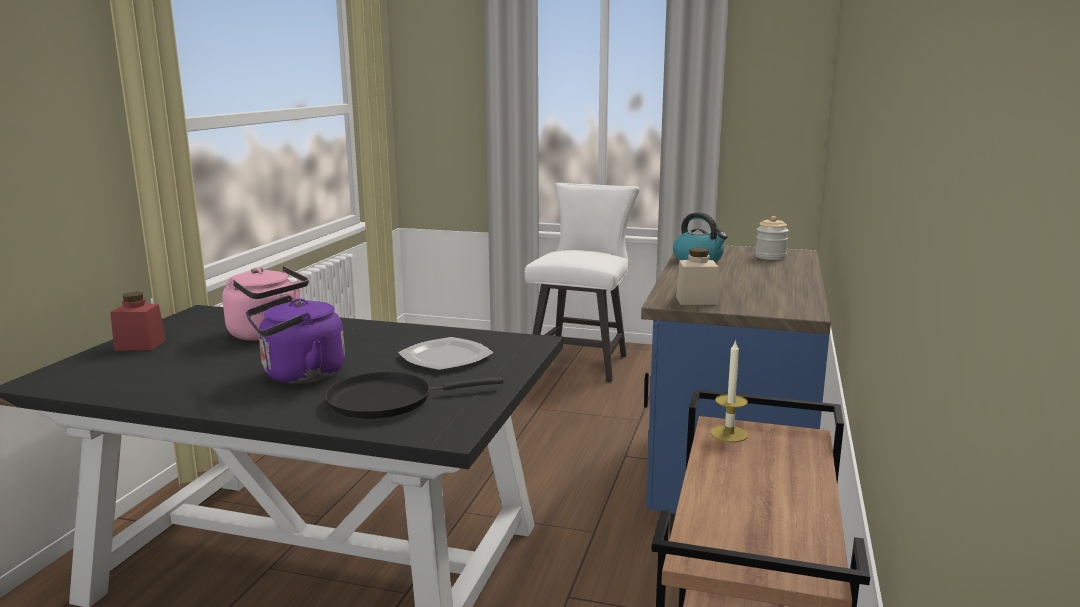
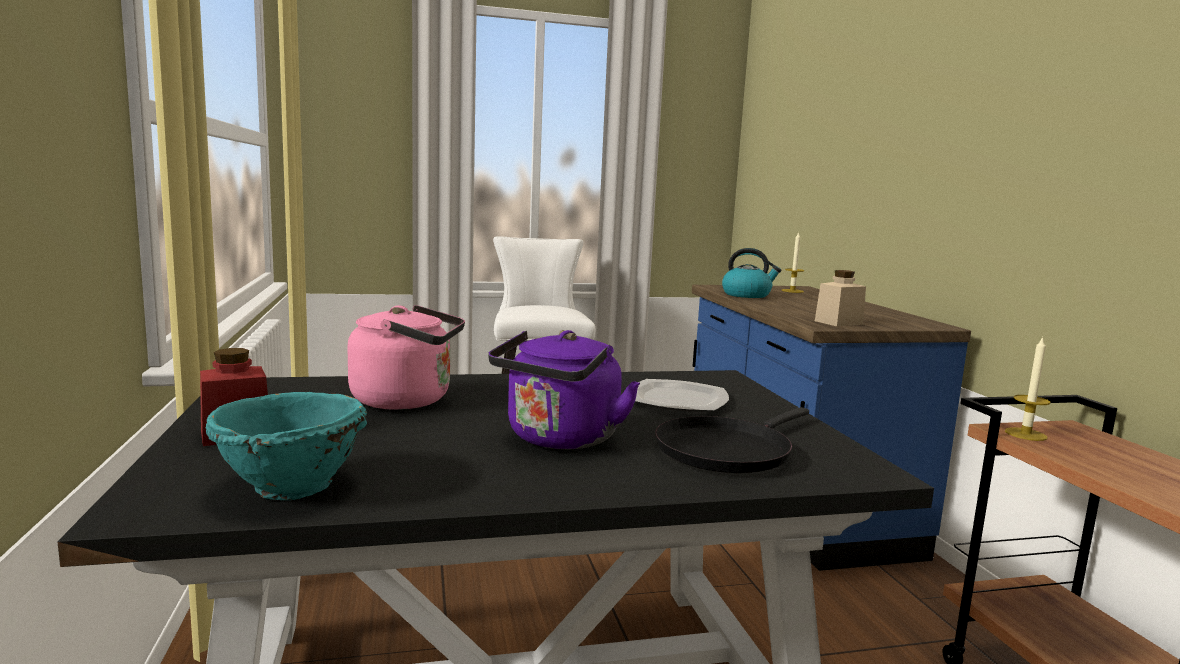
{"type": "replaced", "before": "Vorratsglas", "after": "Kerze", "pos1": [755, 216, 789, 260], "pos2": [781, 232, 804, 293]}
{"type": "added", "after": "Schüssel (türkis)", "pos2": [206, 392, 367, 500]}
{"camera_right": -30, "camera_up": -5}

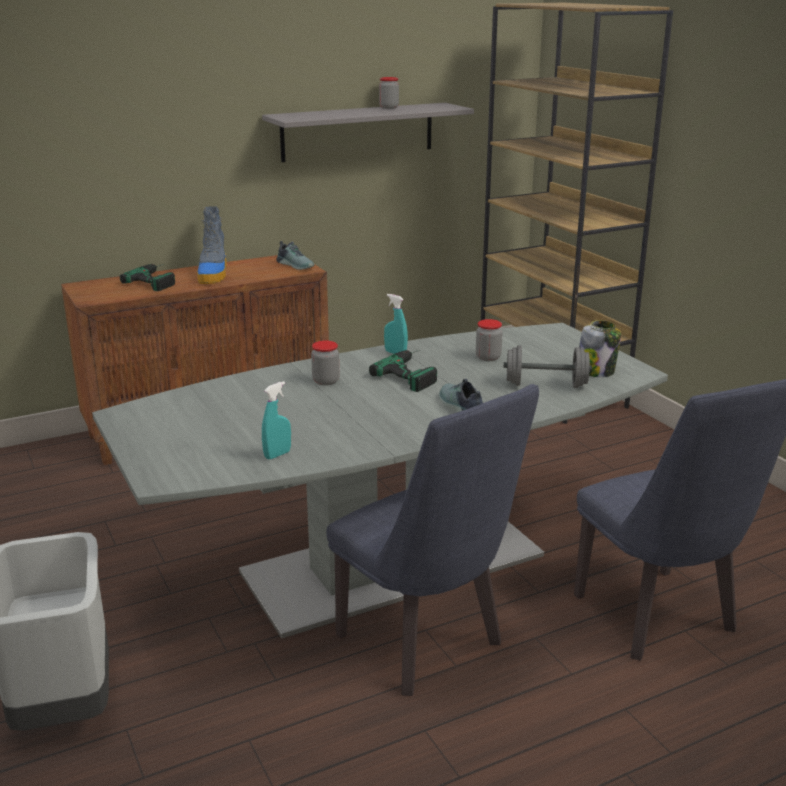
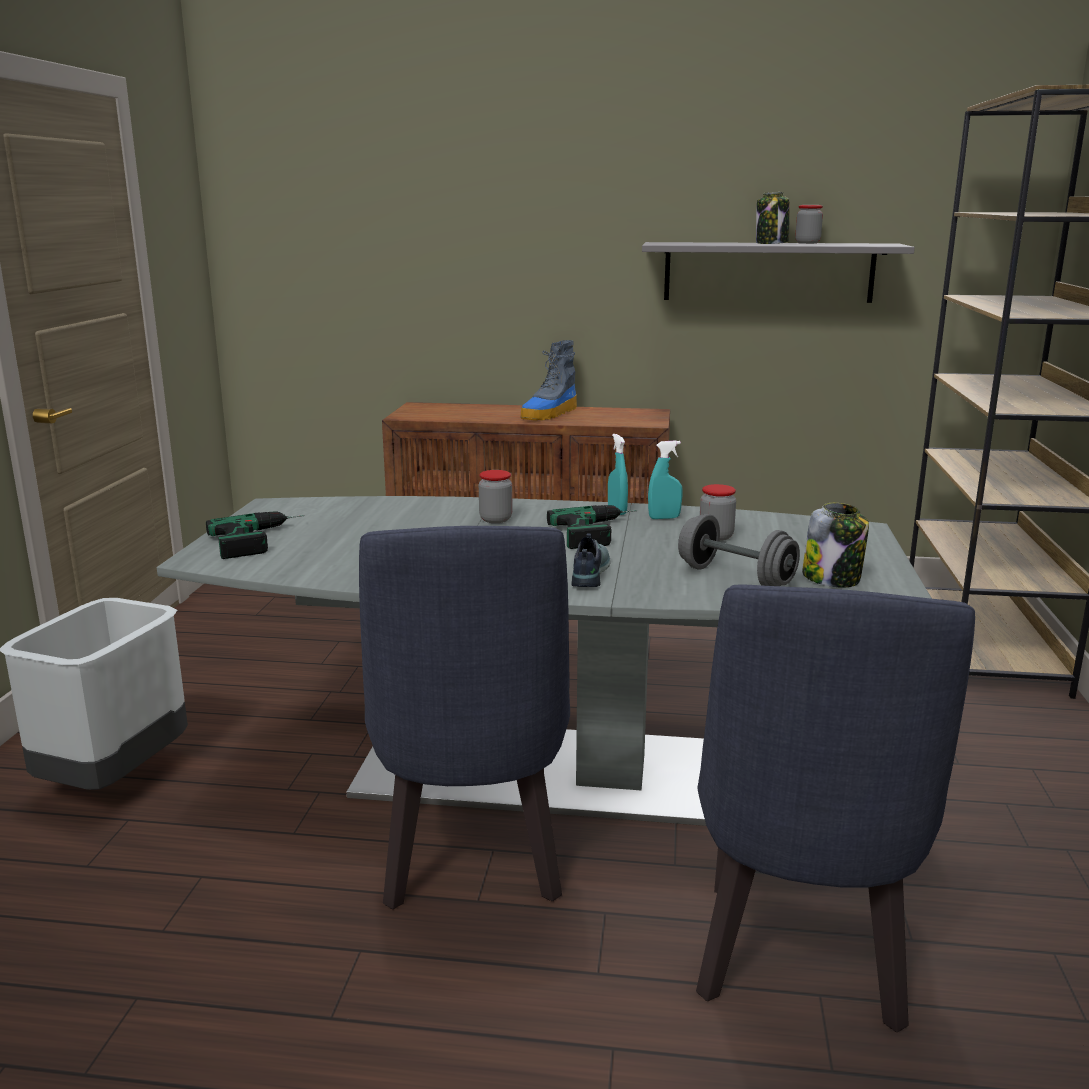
{"type": "moved", "before": "Bohrmaschine", "pos1": [120, 264, 175, 291], "pos2": [206, 512, 305, 559]}
{"type": "moved", "before": "Sprühflasche (türkis)", "pos1": [262, 381, 291, 460], "pos2": [648, 440, 683, 519]}
{"type": "removed", "before": "Schuh", "pos1": [276, 241, 315, 270]}
{"type": "added", "after": "Vorratsglas", "pos2": [756, 192, 790, 244]}
{"camera_right": 35, "camera_up": -5}

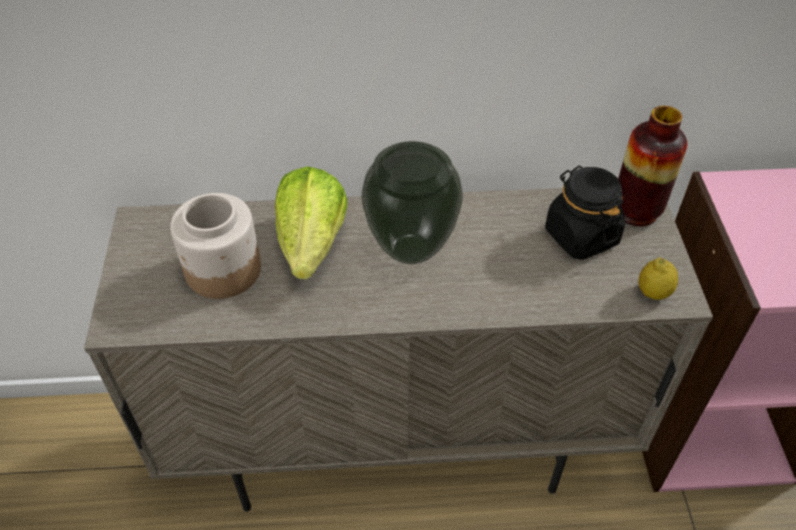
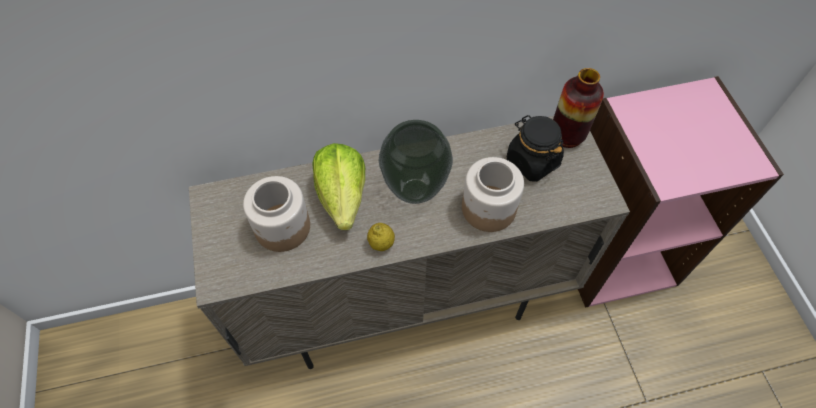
{"type": "moved", "before": "Zitrone", "pos1": [639, 257, 678, 300], "pos2": [367, 223, 395, 251]}
{"type": "added", "after": "Vorratsglas", "pos2": [462, 157, 524, 232]}
{"camera_right": -10, "camera_up": 10}

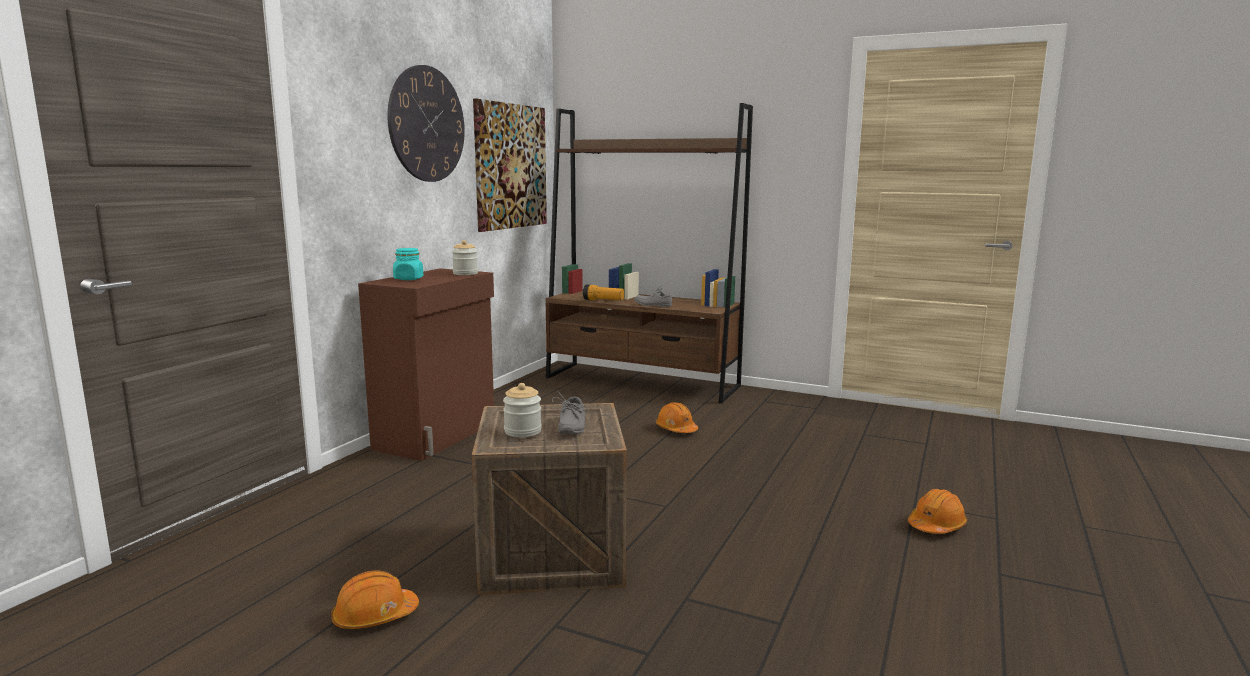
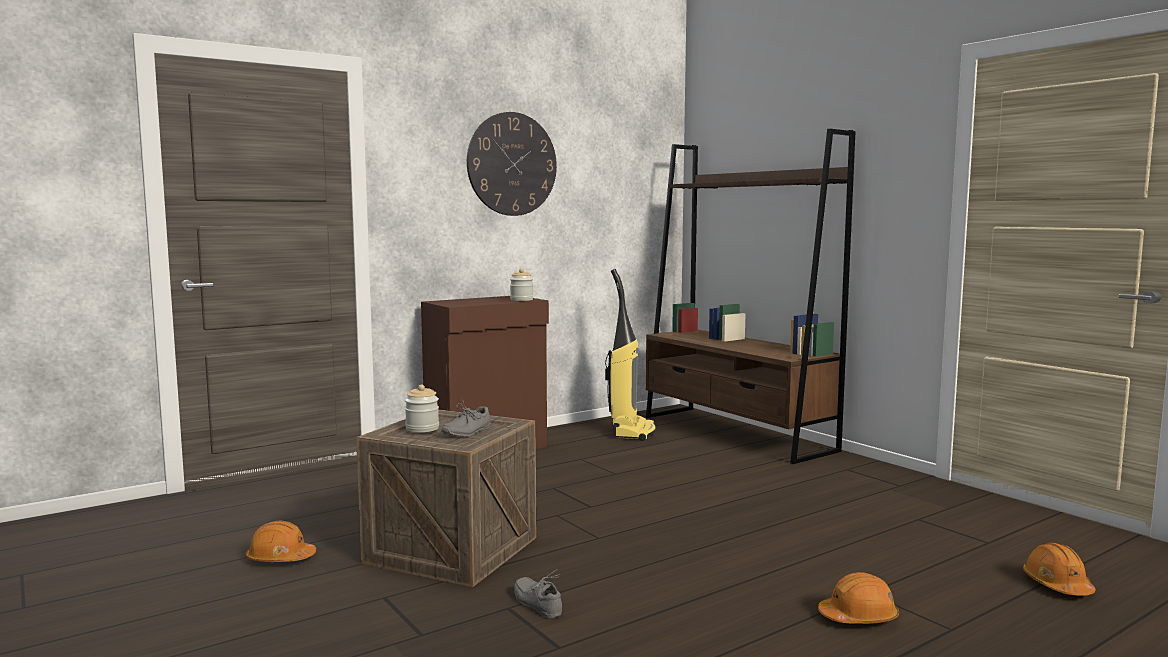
{"type": "removed", "before": "Vorratsglas (türkis)", "pos1": [393, 248, 423, 280]}
{"type": "removed", "before": "Bild", "pos1": [473, 99, 547, 232]}
{"type": "removed", "before": "Taschenlampe", "pos1": [583, 284, 624, 300]}
{"type": "moved", "before": "Schuh (grau)", "pos1": [634, 285, 672, 307], "pos2": [514, 569, 562, 618]}
{"type": "moved", "before": "Schutzhelm (orange)", "pos1": [656, 402, 698, 433], "pos2": [1023, 543, 1095, 596]}
{"type": "added", "after": "Staubsauger", "pos2": [605, 269, 656, 441]}
{"camera_right": 30, "camera_up": -5}

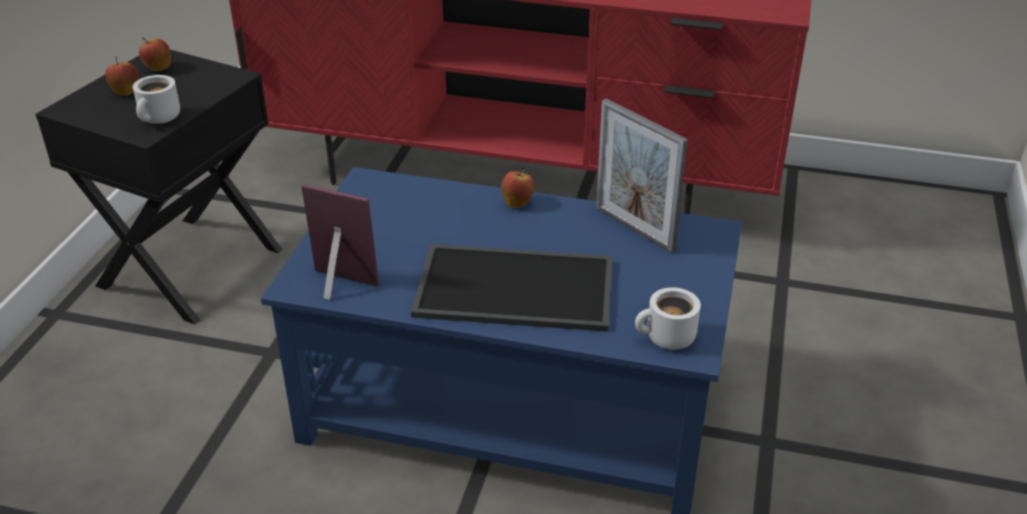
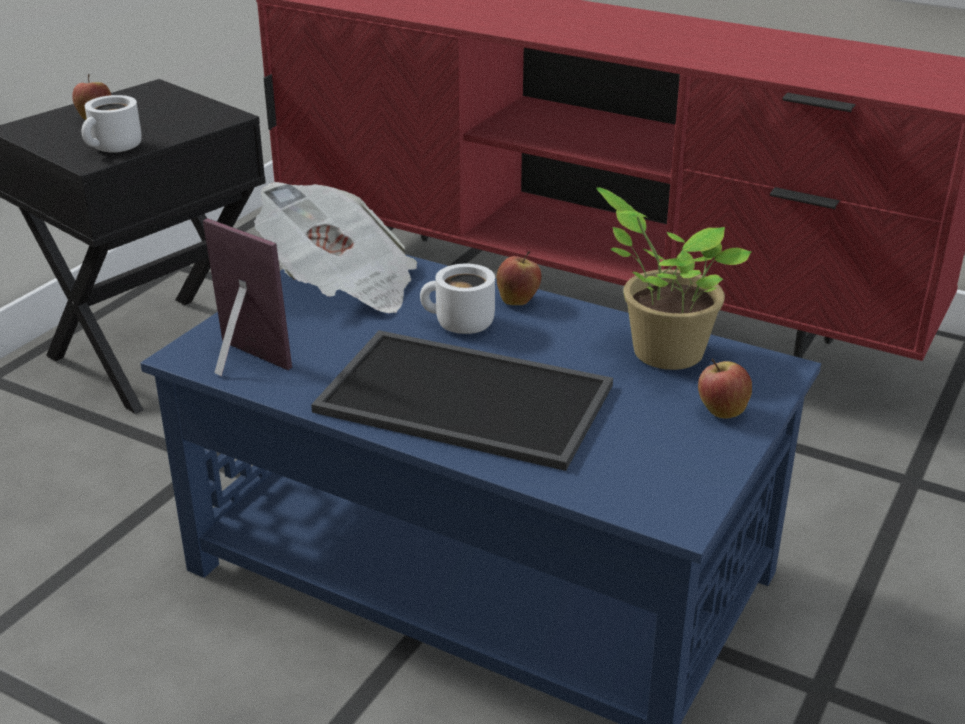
{"type": "moved", "before": "Apfel", "pos1": [139, 37, 171, 71], "pos2": [698, 358, 752, 419]}
{"type": "replaced", "before": "Bilderrahmen", "after": "Topfpflanze", "pos1": [596, 99, 688, 253], "pos2": [596, 187, 751, 370]}
{"type": "moved", "before": "Henkelbecher (weiß)", "pos1": [635, 287, 701, 350], "pos2": [420, 264, 495, 334]}
{"type": "added", "after": "Zeitung", "pos2": [254, 182, 417, 313]}
{"camera_right": 15, "camera_up": -5}

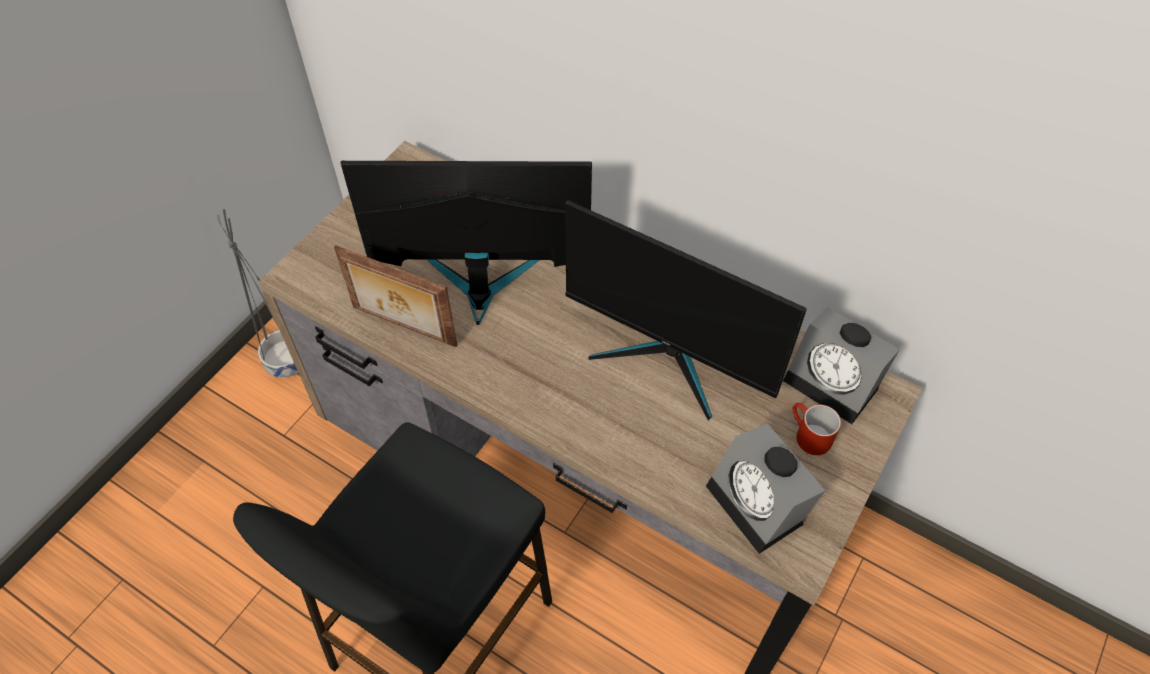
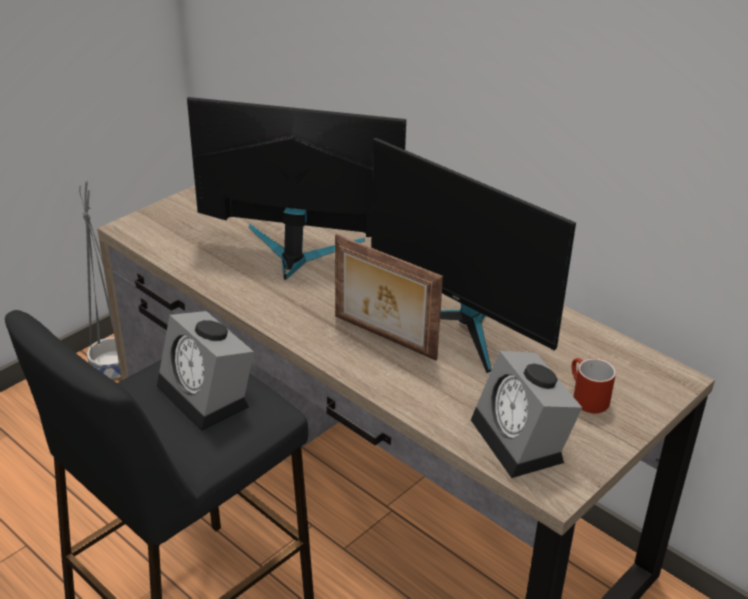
{"type": "moved", "before": "Bilderrahmen", "pos1": [334, 245, 457, 347], "pos2": [335, 234, 443, 360]}
{"type": "moved", "before": "Wecker", "pos1": [783, 307, 900, 424], "pos2": [157, 311, 254, 431]}
{"camera_right": 10, "camera_up": -20}

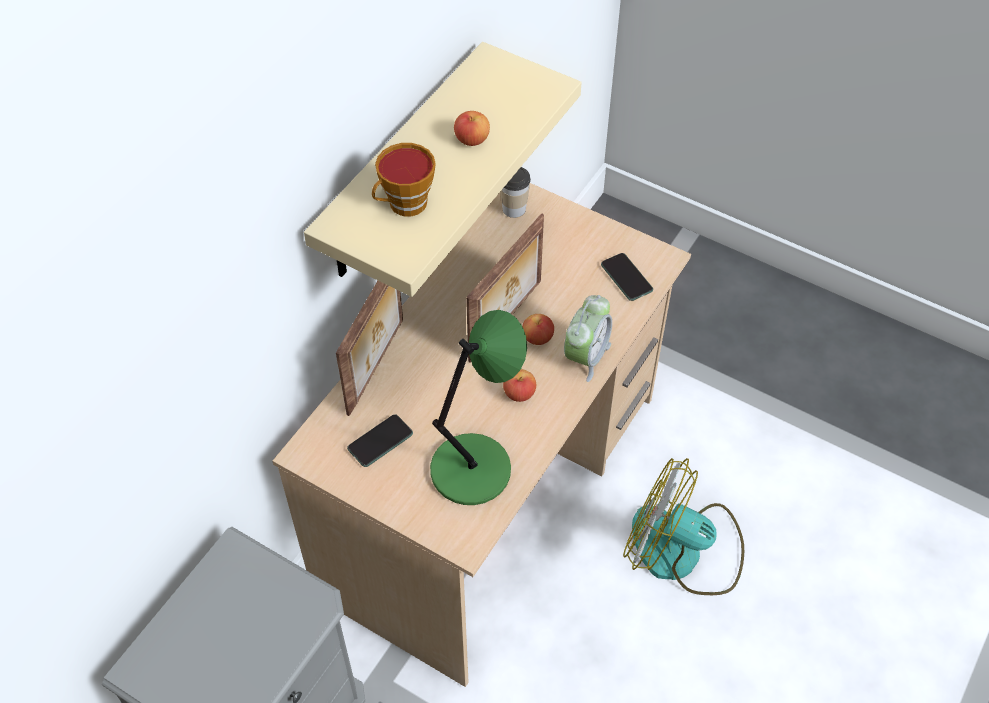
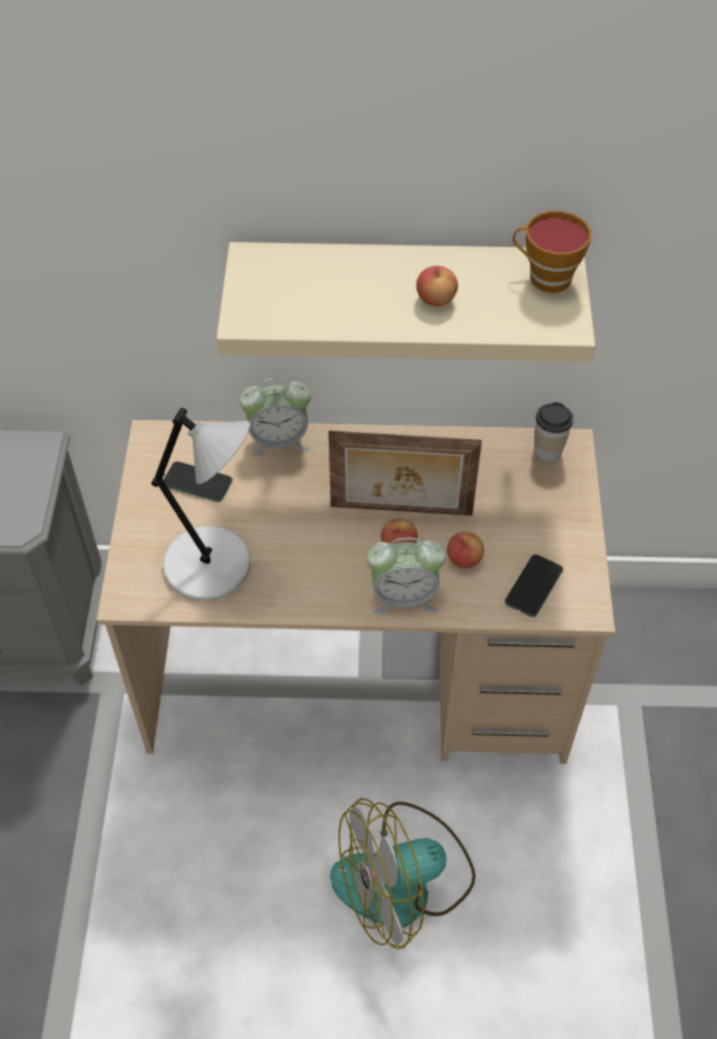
{"type": "replaced", "before": "Bilderrahmen", "after": "Wecker", "pos1": [336, 281, 403, 416], "pos2": [240, 378, 311, 456]}
{"type": "moved", "before": "Tasse", "pos1": [372, 143, 436, 216], "pos2": [513, 211, 592, 293]}
{"type": "recoloured", "before": "Tischlampe (grün)", "after": "Tischlampe (grau)", "pos1": [430, 310, 527, 505], "pos2": [151, 408, 251, 601]}
{"type": "moved", "before": "Apfel", "pos1": [503, 369, 536, 402], "pos2": [447, 532, 484, 568]}
{"type": "turned", "before": "Ventilator", "pos1": [623, 458, 744, 595], "pos2": [330, 798, 476, 949], "turn": -105}
{"camera_right": 60, "camera_up": 0}

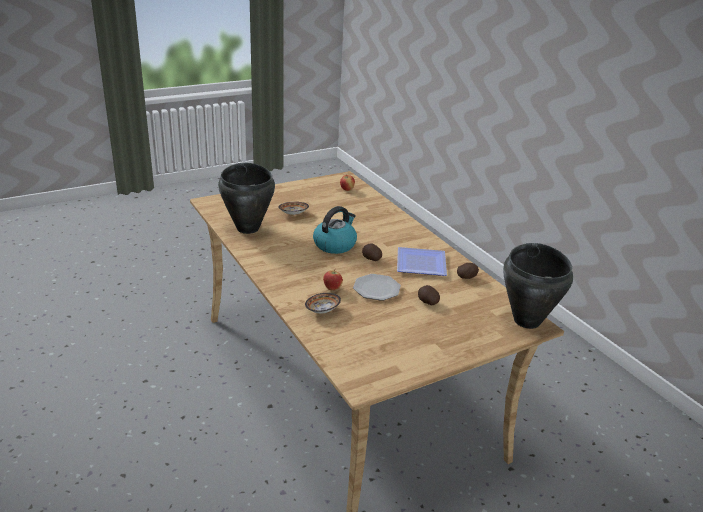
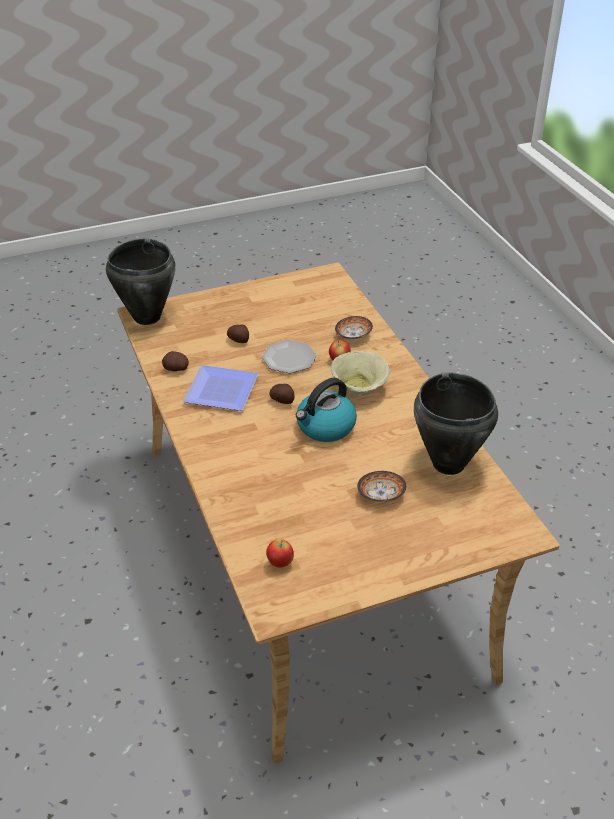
{"type": "added", "after": "Schüssel (beige)", "pos2": [330, 351, 390, 396]}
{"camera_right": -170, "camera_up": 10}

